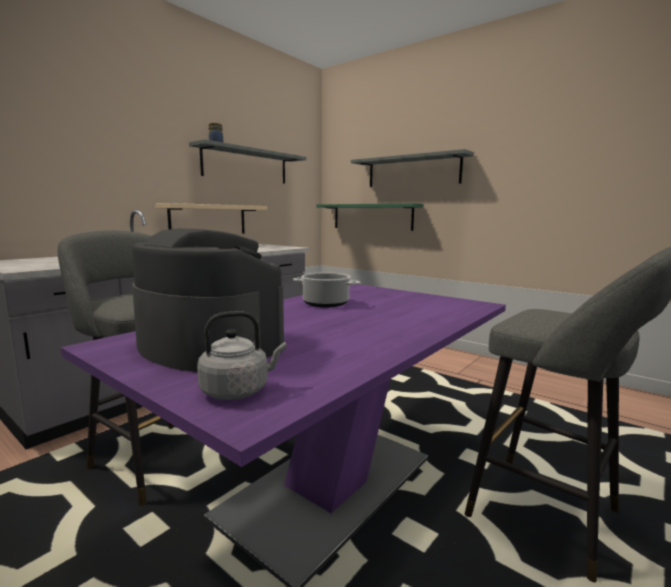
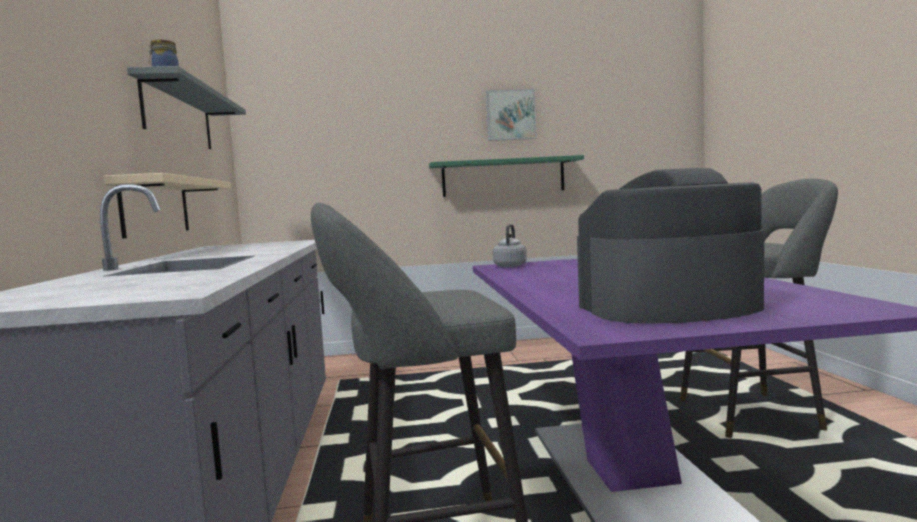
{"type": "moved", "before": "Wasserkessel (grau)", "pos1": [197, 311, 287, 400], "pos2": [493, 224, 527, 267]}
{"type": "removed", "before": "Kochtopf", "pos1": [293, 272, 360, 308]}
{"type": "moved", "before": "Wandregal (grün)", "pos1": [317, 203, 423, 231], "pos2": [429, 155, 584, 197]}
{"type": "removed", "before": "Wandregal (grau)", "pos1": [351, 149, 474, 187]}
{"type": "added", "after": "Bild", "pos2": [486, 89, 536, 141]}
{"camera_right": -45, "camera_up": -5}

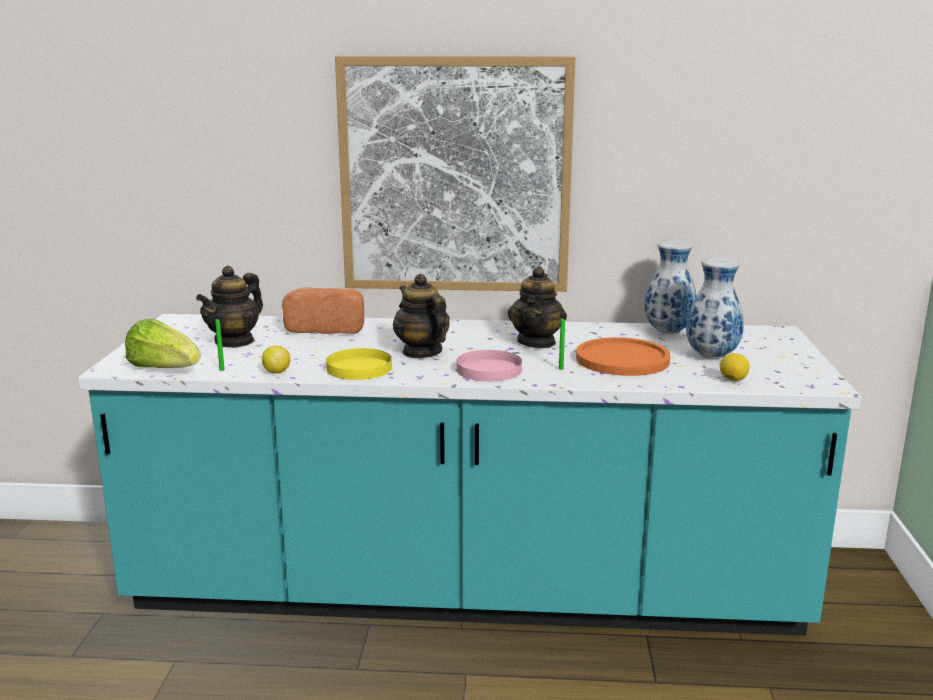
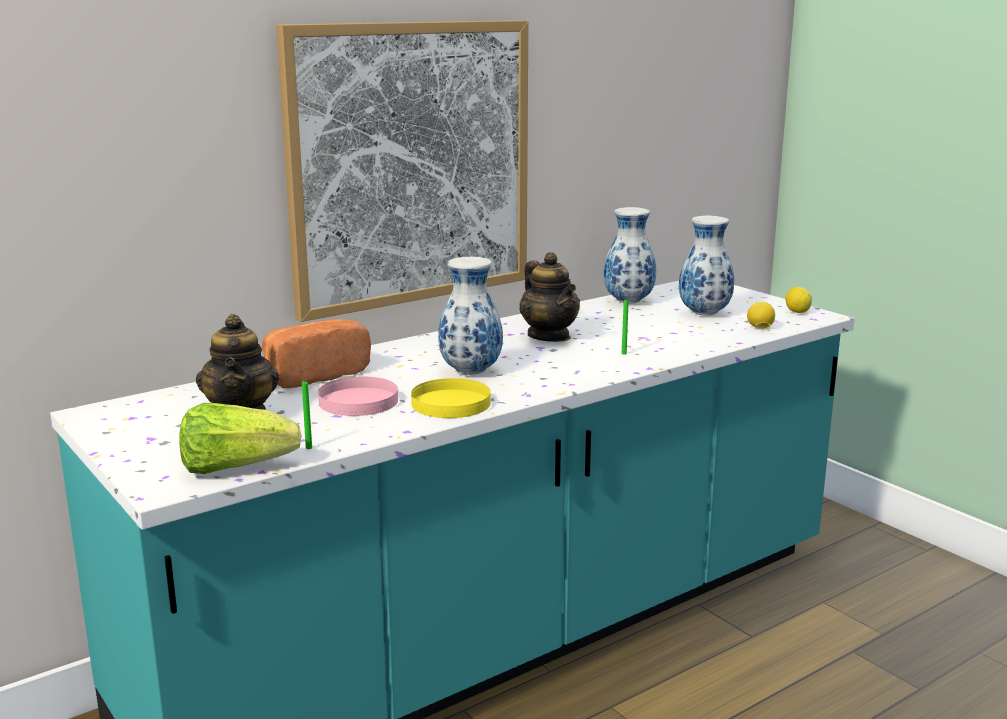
{"type": "moved", "before": "Zitrone", "pos1": [262, 345, 290, 373], "pos2": [785, 287, 812, 313]}
{"type": "replaced", "before": "Teekanne", "after": "Vase", "pos1": [393, 274, 450, 358], "pos2": [438, 257, 503, 375]}
{"type": "moved", "before": "Teller (rosa)", "pos1": [457, 350, 522, 382], "pos2": [318, 377, 398, 416]}
{"type": "removed", "before": "Teller (orange)", "pos1": [576, 337, 670, 376]}
{"camera_right": -40, "camera_up": 0}

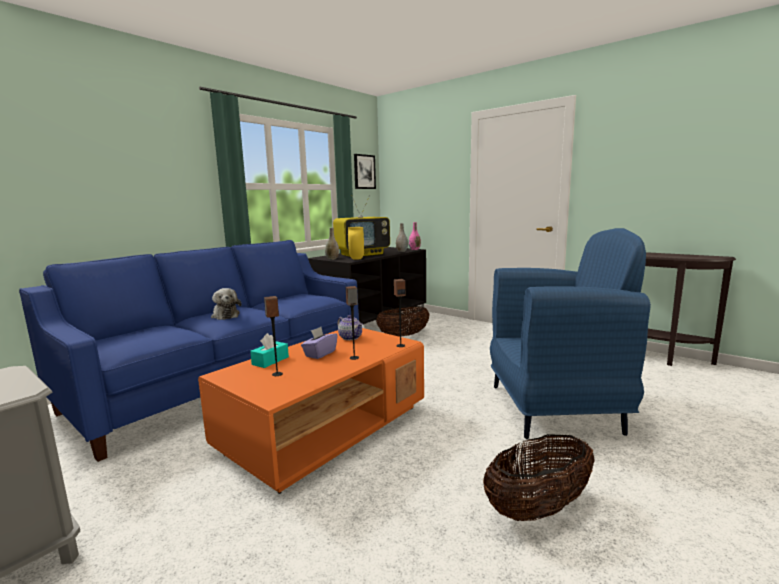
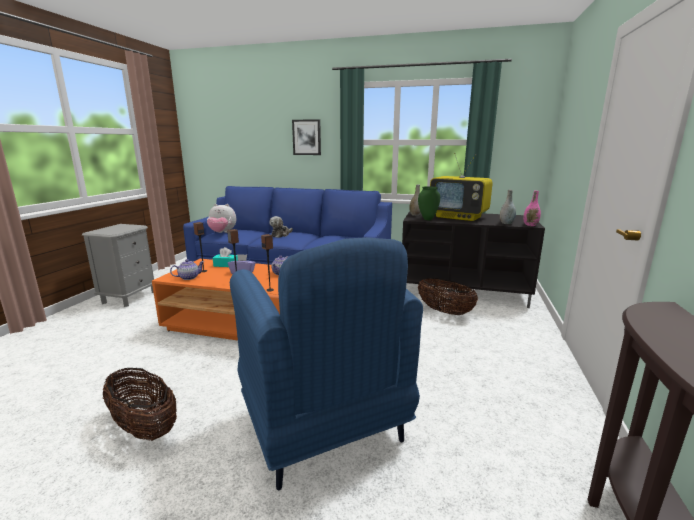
{"type": "recoloured", "before": "Vase (gelb)", "after": "Vase (grün)", "pos1": [348, 227, 364, 260], "pos2": [418, 186, 440, 220]}
{"type": "moved", "before": "Bild", "pos1": [354, 154, 376, 189], "pos2": [292, 119, 321, 155]}
{"type": "added", "after": "Teekanne", "pos2": [170, 259, 205, 280]}
{"type": "added", "after": "Plüschtier", "pos2": [207, 204, 236, 233]}
{"camera_right": 65, "camera_up": 5}

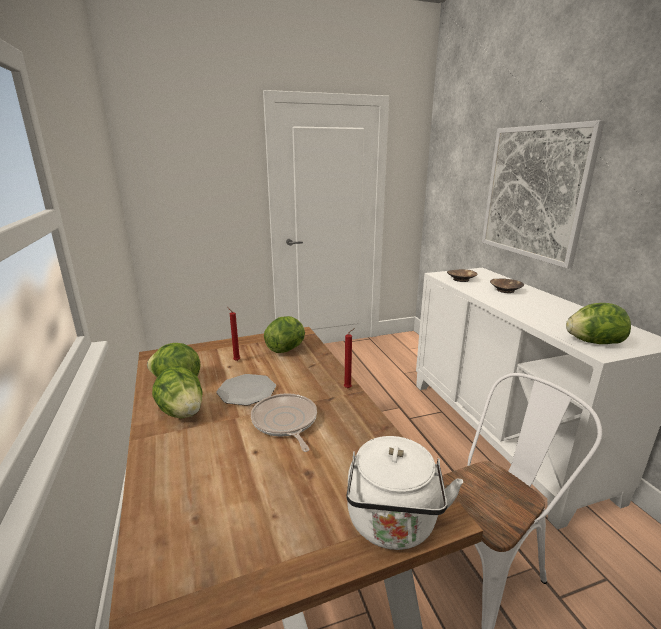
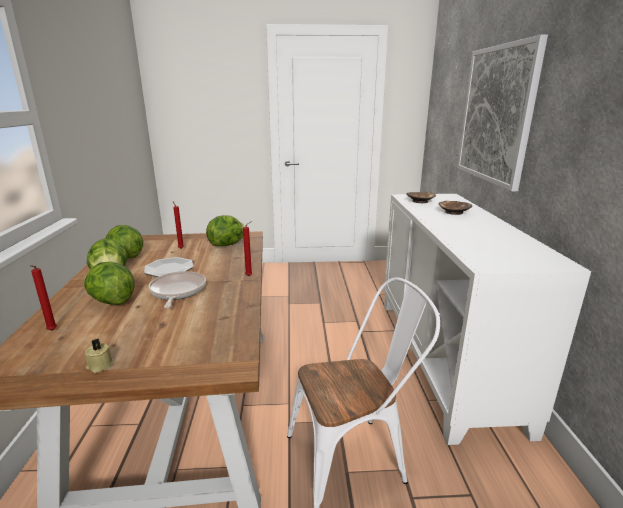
{"type": "removed", "before": "Wasserkessel (weiß)", "pos1": [346, 436, 463, 550]}
{"type": "moved", "before": "Salatkopf", "pos1": [566, 303, 631, 344], "pos2": [84, 261, 135, 305]}
{"type": "added", "after": "Kerze (rot)", "pos2": [30, 265, 57, 331]}
{"type": "added", "after": "Kerze (beige)", "pos2": [85, 338, 114, 373]}
{"camera_right": 15, "camera_up": 0}

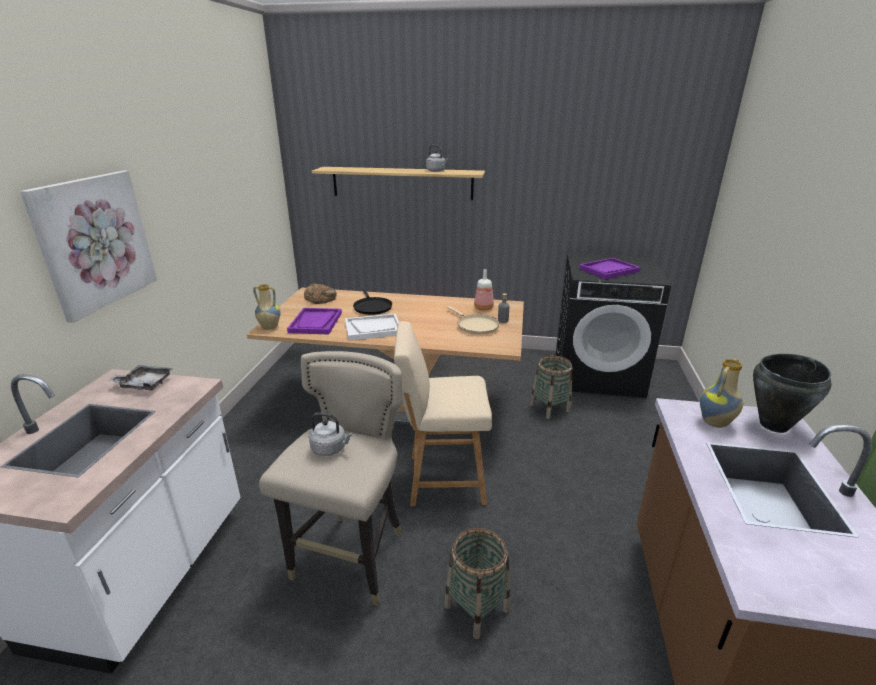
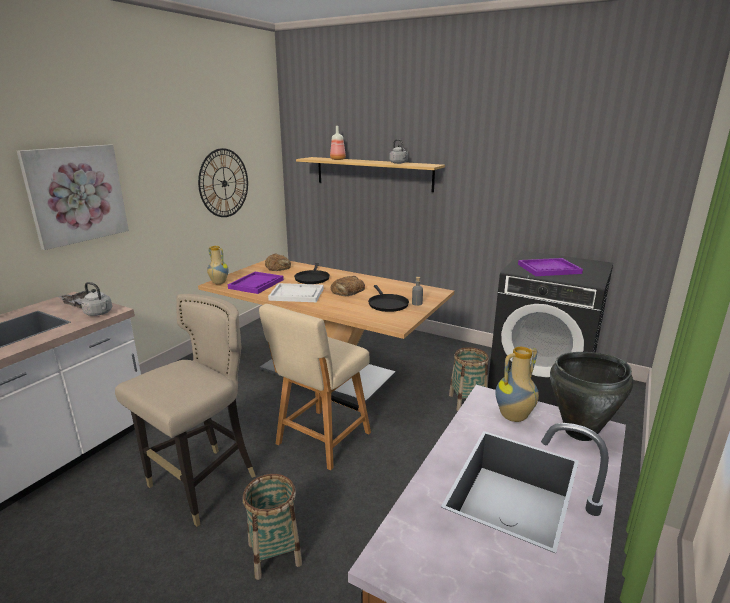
{"type": "moved", "before": "Wasserkessel (grau)", "pos1": [309, 413, 353, 456], "pos2": [81, 282, 112, 316]}
{"type": "turned", "before": "Stuhl (beige)", "pos1": [394, 321, 492, 506], "pos2": [259, 304, 371, 470], "turn": -75}
{"type": "recoloured", "before": "Pfanne (beige)", "after": "Pfanne (schwarz)", "pos1": [447, 306, 500, 334], "pos2": [368, 285, 409, 312]}
{"type": "moved", "before": "Flasche", "pos1": [474, 269, 494, 310], "pos2": [330, 126, 346, 160]}
{"type": "added", "after": "Wanduhr", "pos2": [198, 148, 248, 217]}
{"type": "added", "after": "Brot", "pos2": [331, 276, 365, 296]}
{"camera_right": 20, "camera_up": -5}

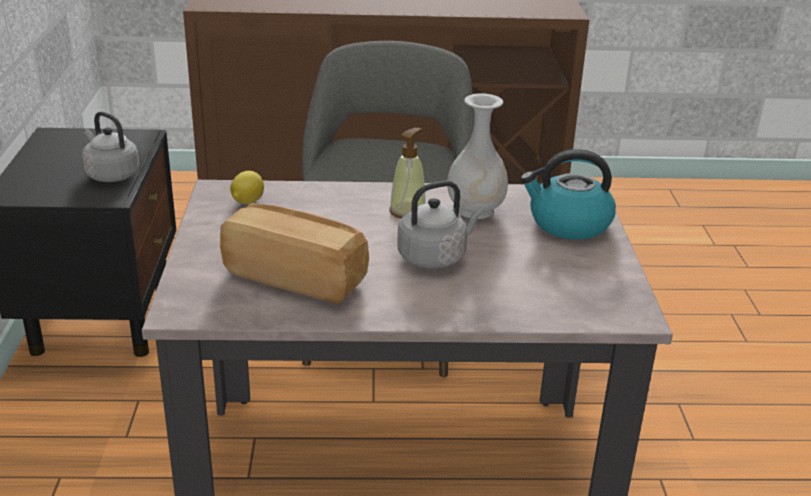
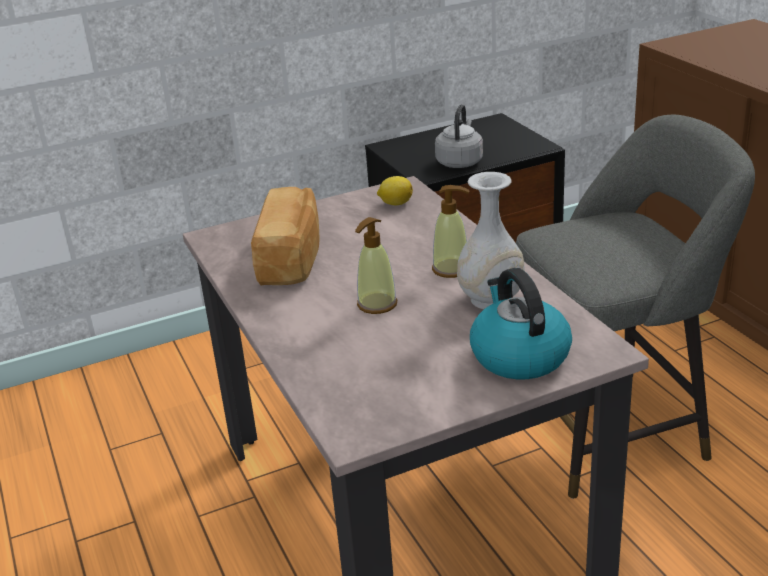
{"type": "replaced", "before": "Wasserkessel (grau)", "after": "Seifenspender", "pos1": [397, 181, 484, 269], "pos2": [355, 217, 397, 314]}
{"camera_right": 70, "camera_up": 0}

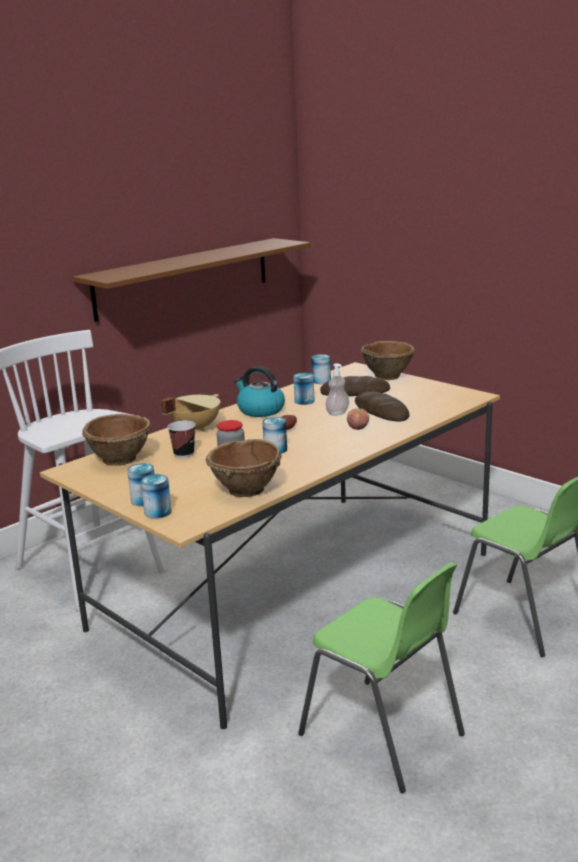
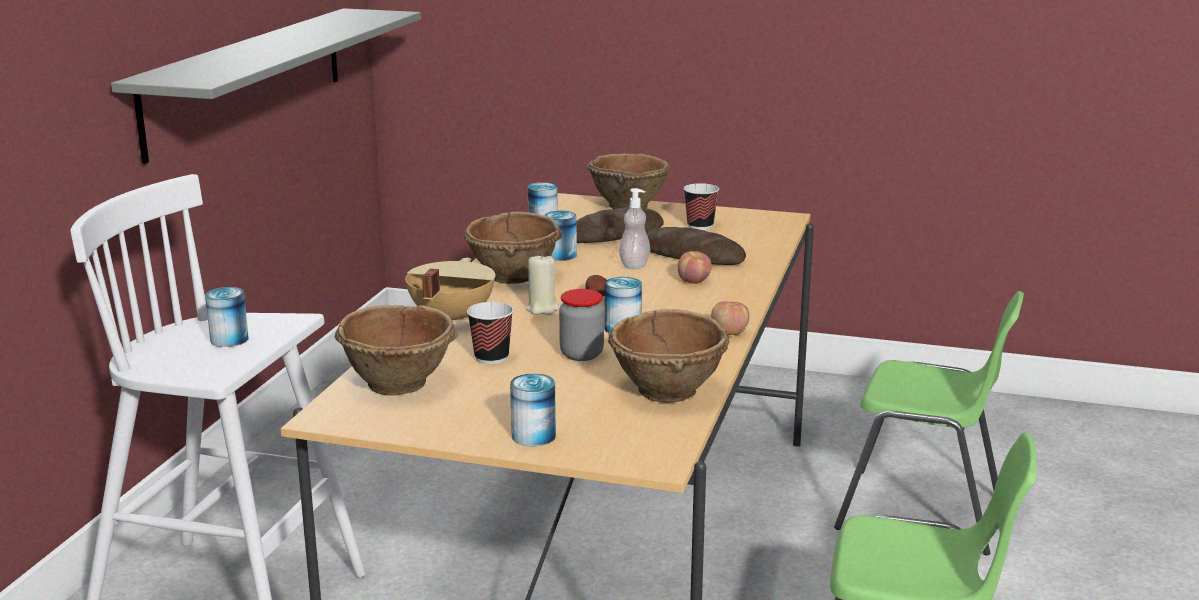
{"type": "recoloured", "before": "Wandregal (braun)", "after": "Wandregal (grau)", "pos1": [72, 238, 311, 322], "pos2": [111, 8, 421, 164]}
{"type": "moved", "before": "Dose", "pos1": [141, 474, 172, 519], "pos2": [205, 287, 249, 347]}
{"type": "replaced", "before": "Wasserkessel", "after": "Schüssel (braun)", "pos1": [234, 366, 285, 417], "pos2": [464, 212, 562, 284]}
{"type": "added", "after": "Kerze (beige)", "pos2": [526, 253, 560, 315]}
{"type": "added", "after": "Tasse", "pos2": [684, 183, 719, 230]}
{"type": "added", "after": "Apfel", "pos2": [711, 301, 749, 335]}
{"camera_right": -30, "camera_up": 0}

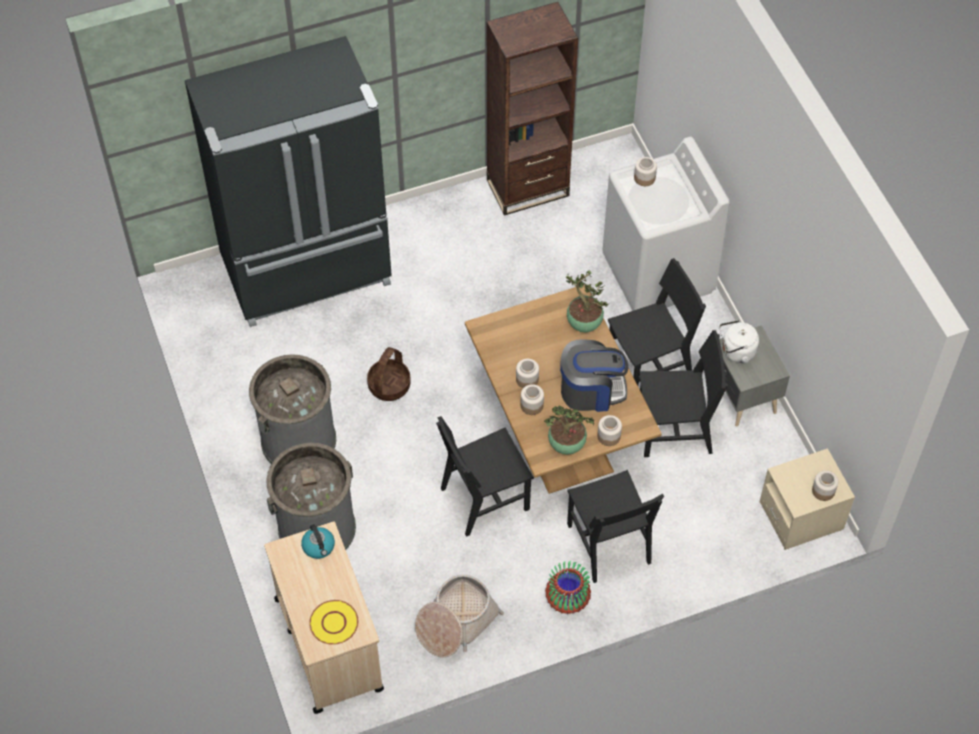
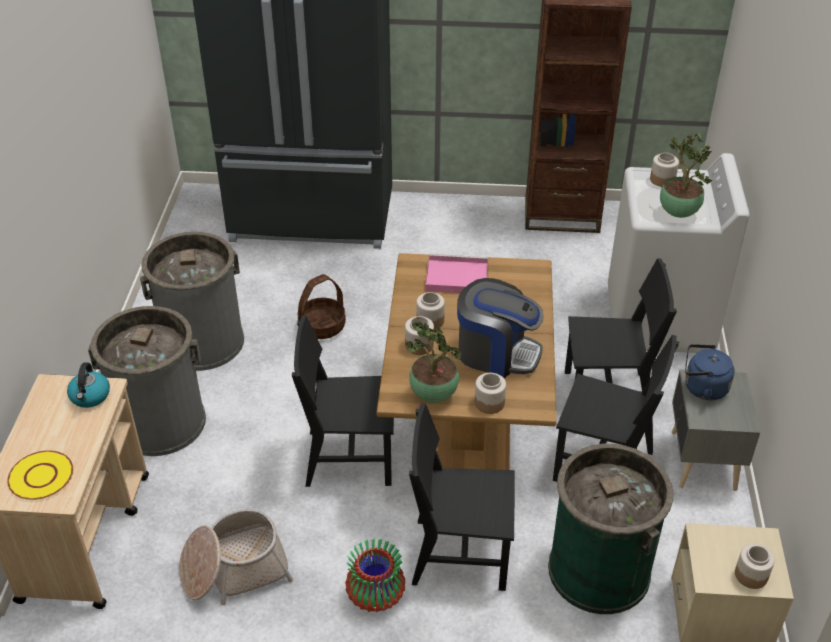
{"type": "moved", "before": "Topfpflanze", "pos1": [566, 271, 609, 332], "pos2": [660, 133, 712, 218]}
{"type": "turned", "before": "Stuhl (schwarz)", "pos1": [567, 470, 664, 583], "pos2": [409, 403, 515, 591], "turn": 90}
{"type": "recoloured", "before": "Wasserkessel (weiß)", "after": "Wasserkessel (blau)", "pos1": [719, 320, 759, 363], "pos2": [685, 344, 735, 400]}
{"type": "added", "after": "Tablett (rosa)", "pos2": [425, 254, 488, 293]}
{"type": "added", "after": "Mülleimer (grün)", "pos2": [548, 444, 673, 614]}
{"camera_right": 25, "camera_up": -15}

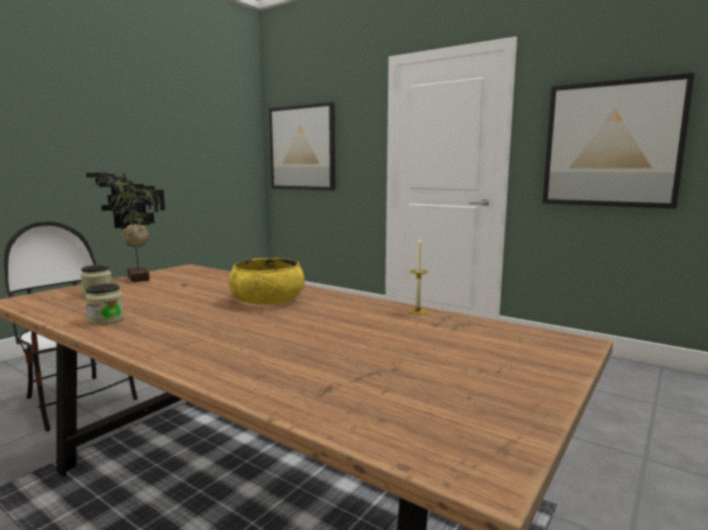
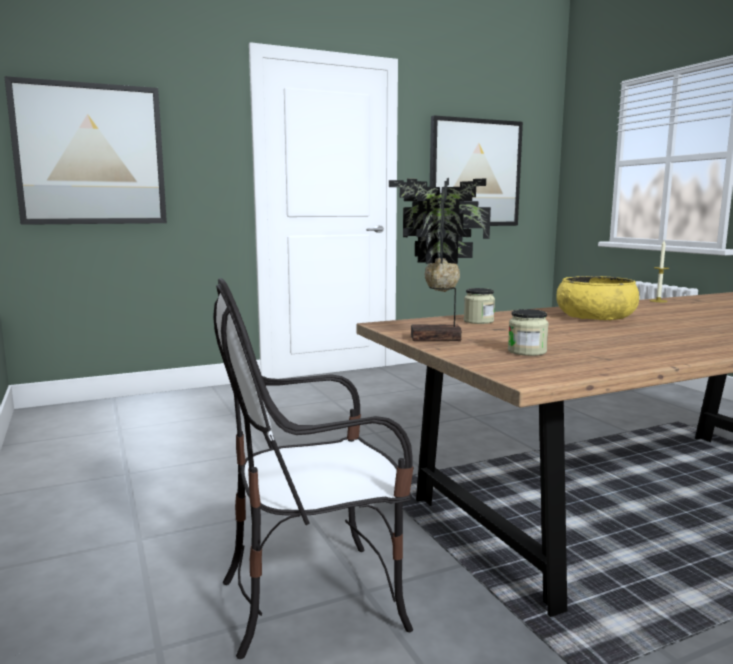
{"type": "moved", "before": "Vorratsglas", "pos1": [85, 283, 124, 325], "pos2": [464, 288, 495, 324]}
{"camera_right": -60, "camera_up": 0}

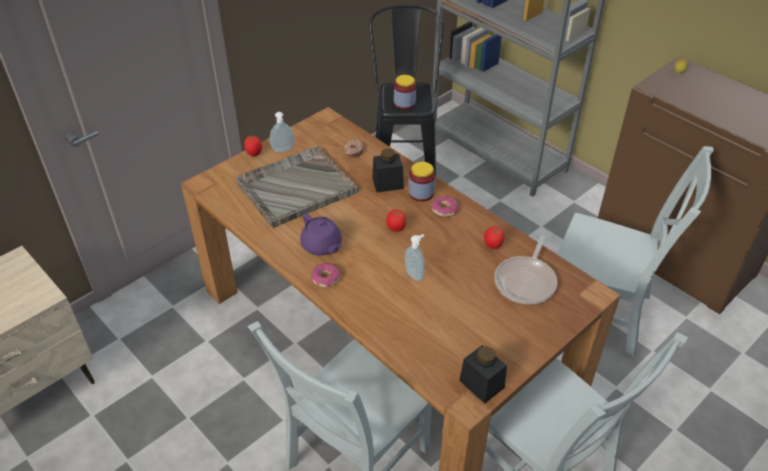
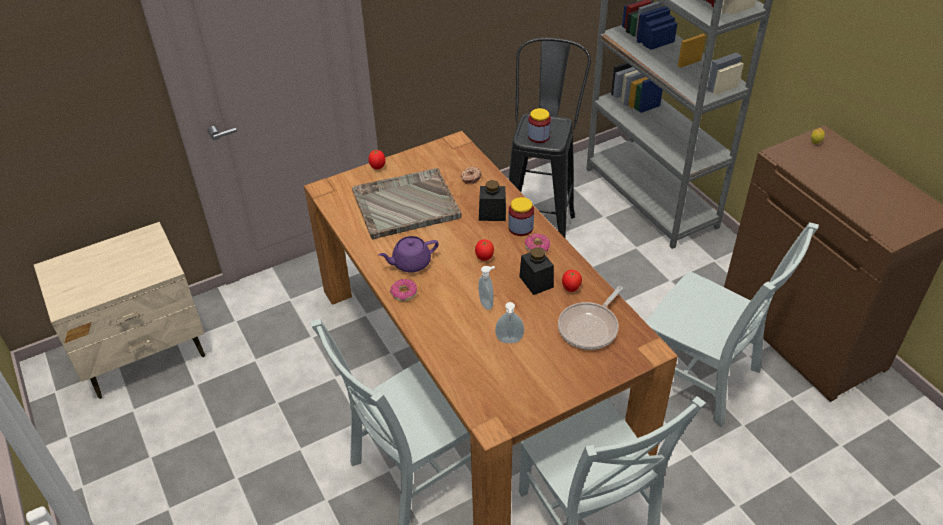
{"type": "moved", "before": "Seifenspender", "pos1": [270, 112, 294, 152], "pos2": [495, 302, 524, 343]}
{"type": "turned", "before": "Teekanne (lila)", "pos1": [300, 213, 342, 255], "pos2": [378, 236, 439, 273], "turn": 90}
{"type": "moved", "before": "Vorratsglas (schwarz)", "pos1": [459, 345, 507, 403], "pos2": [519, 247, 554, 295]}
{"camera_right": 15, "camera_up": 0}

